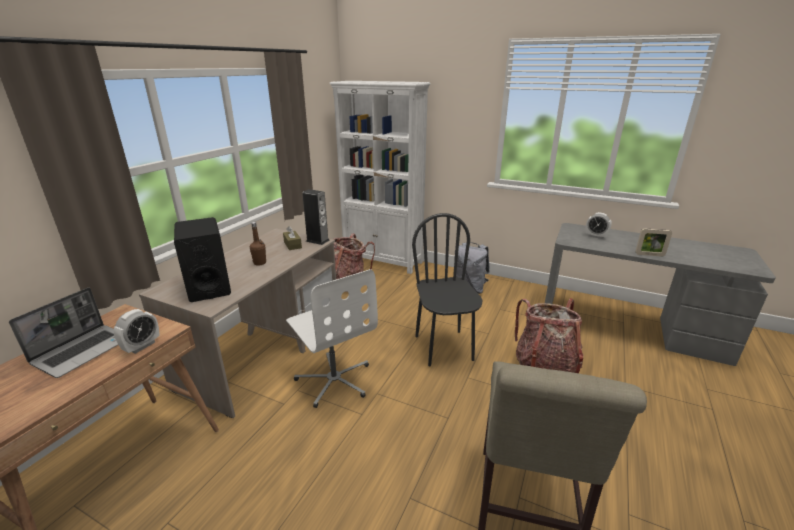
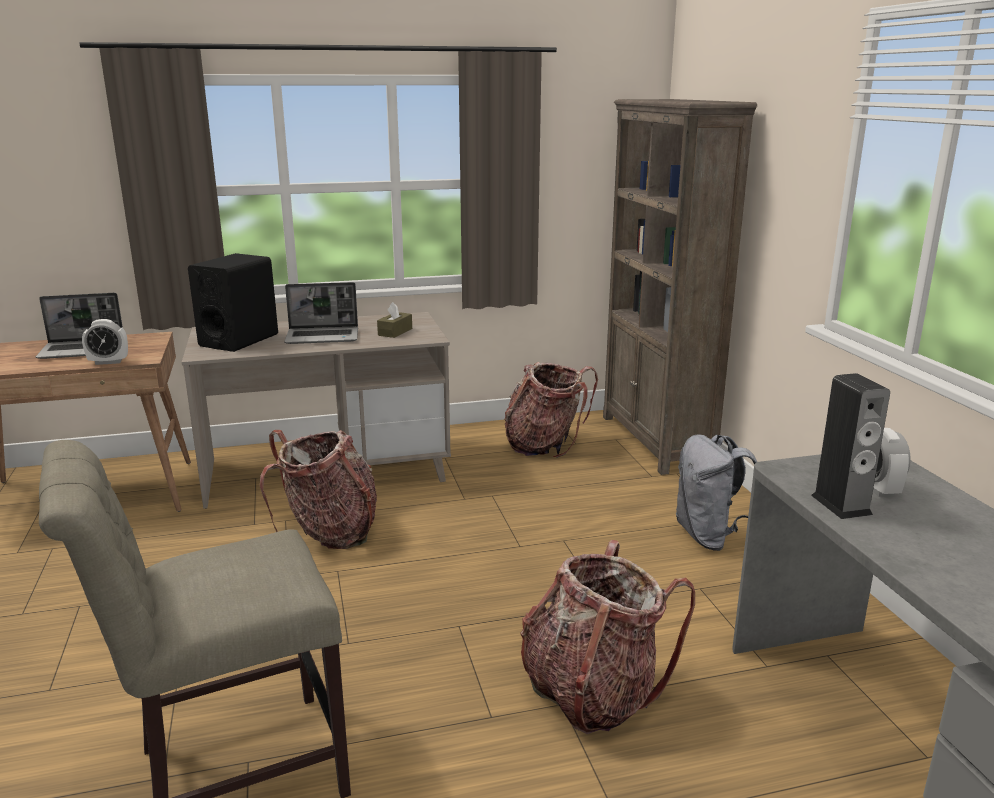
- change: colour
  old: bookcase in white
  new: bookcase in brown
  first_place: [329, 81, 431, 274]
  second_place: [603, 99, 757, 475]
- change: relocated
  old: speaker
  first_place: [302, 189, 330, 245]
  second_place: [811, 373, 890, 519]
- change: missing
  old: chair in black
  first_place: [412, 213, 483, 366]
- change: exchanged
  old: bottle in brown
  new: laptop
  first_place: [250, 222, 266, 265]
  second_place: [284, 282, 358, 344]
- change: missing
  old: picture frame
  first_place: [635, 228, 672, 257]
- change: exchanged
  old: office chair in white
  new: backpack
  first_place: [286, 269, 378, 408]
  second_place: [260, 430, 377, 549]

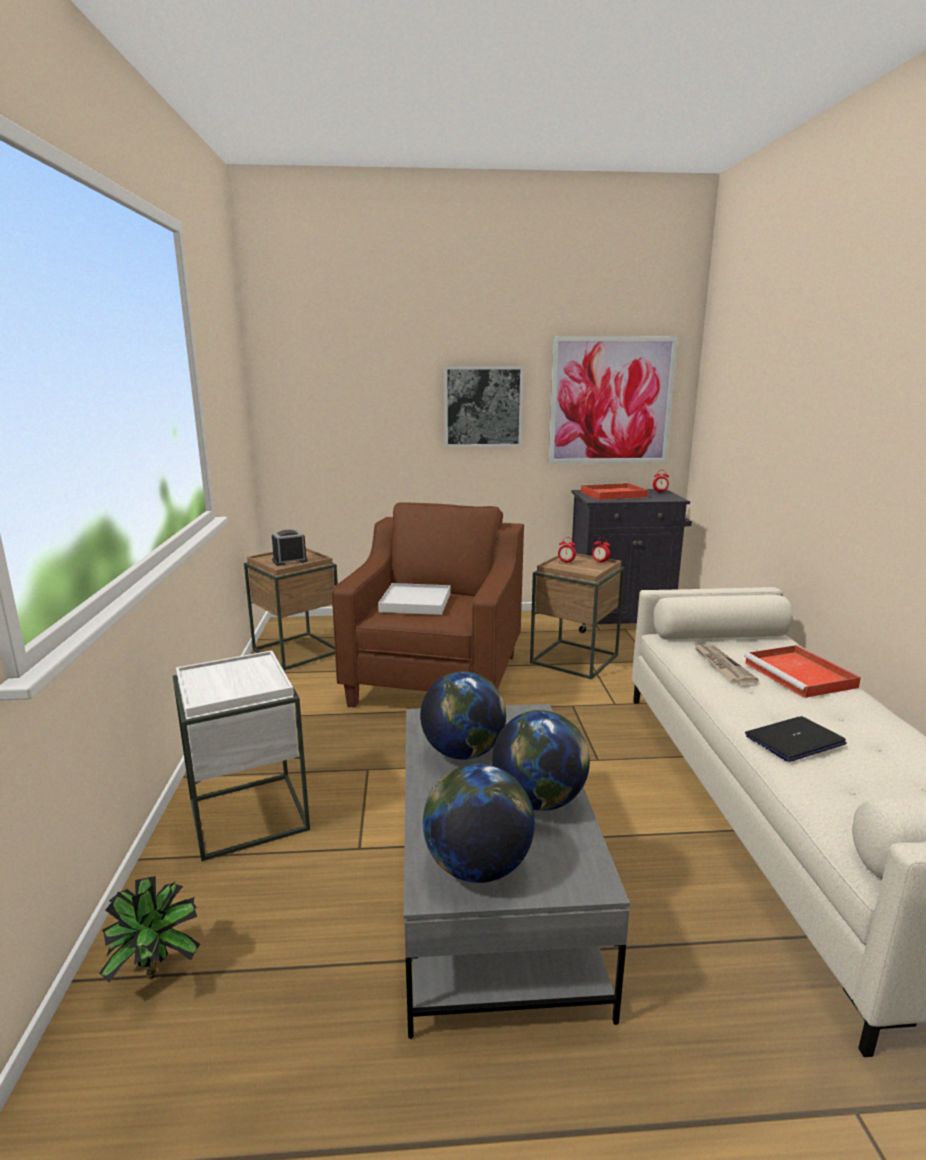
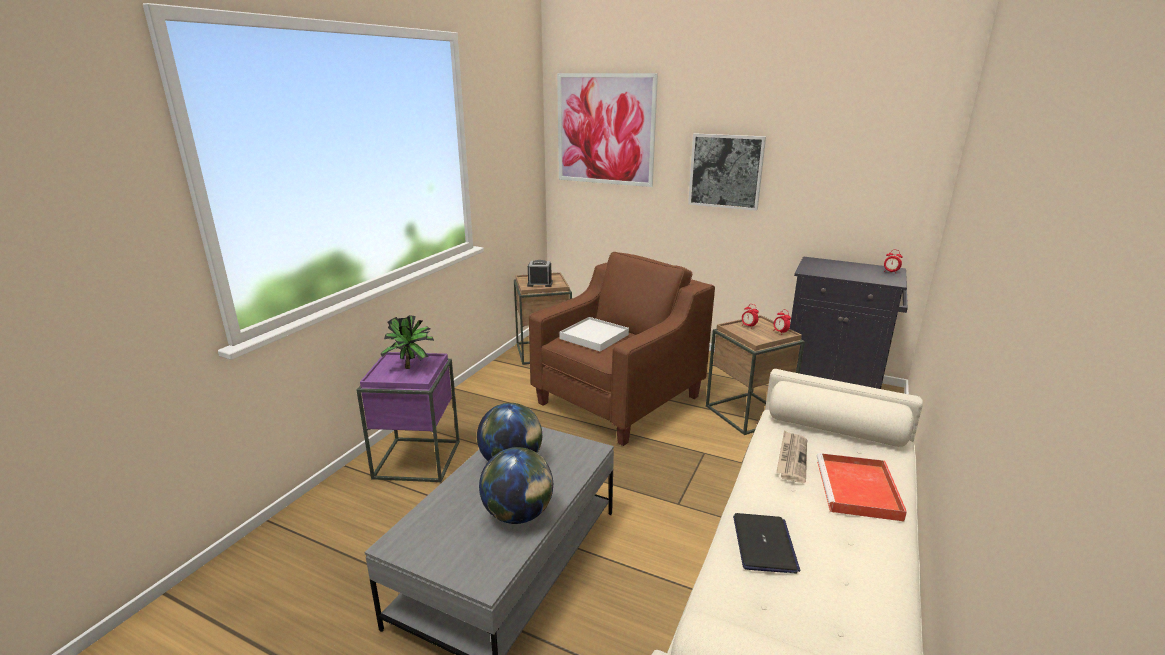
- change: relocated
  old: picture
  first_place: [549, 337, 678, 463]
  second_place: [557, 73, 658, 187]
- change: missing
  old: tray in red
  first_place: [581, 483, 648, 500]
- change: colour
  old: side table in white
  new: side table in purple
  first_place: [173, 650, 310, 861]
  second_place: [357, 352, 460, 482]
- change: spun
  old: laptop
  first_place: [745, 716, 847, 762]
  second_place: [733, 513, 800, 574]
  degrees: 90
- change: missing
  old: globe
  first_place: [423, 764, 535, 883]
- change: relocated
  old: potted plant
  first_place: [99, 876, 200, 983]
  second_place: [380, 315, 434, 369]

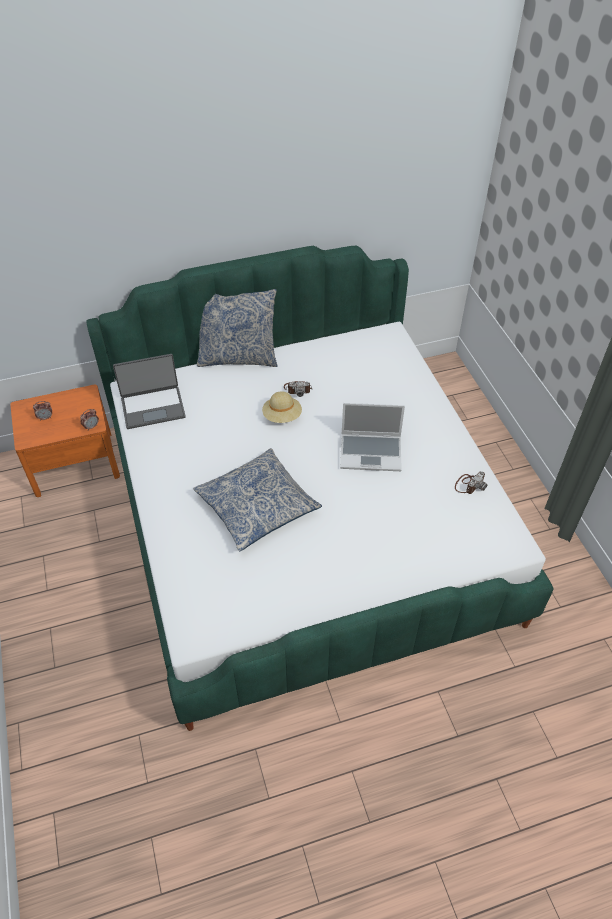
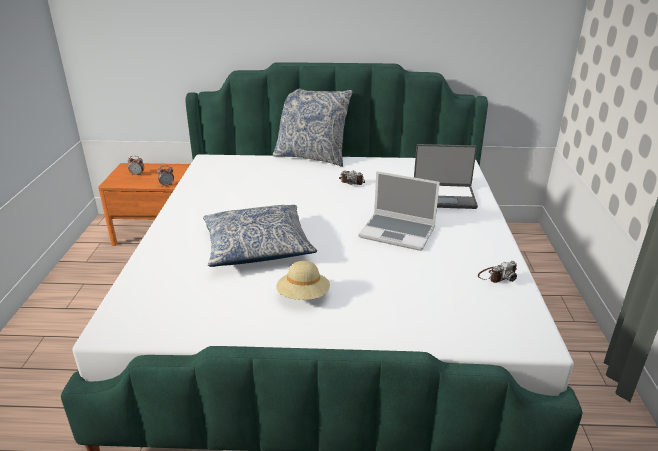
- change: relocated
  old: laptop
  first_place: [113, 354, 186, 429]
  second_place: [414, 144, 478, 209]
- change: relocated
  old: hat in beige
  first_place: [262, 391, 302, 423]
  second_place: [276, 261, 330, 300]

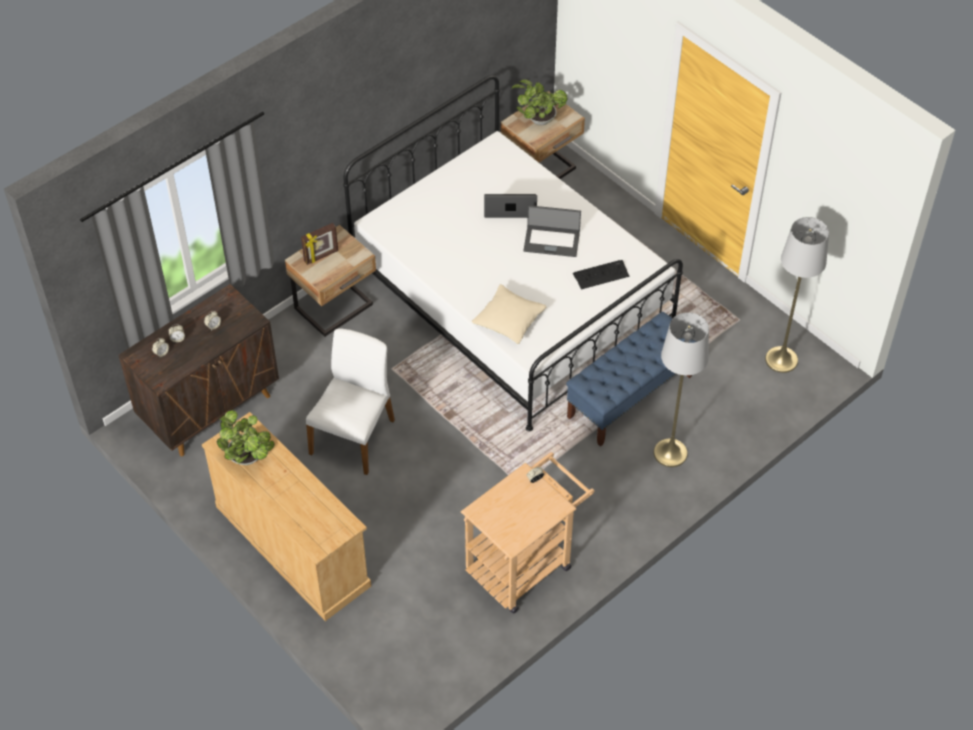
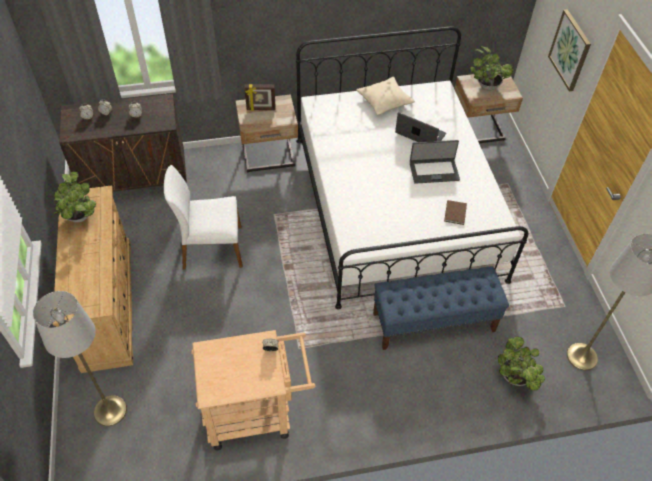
- change: spun
  old: laptop
  first_place: [523, 205, 581, 257]
  second_place: [410, 140, 460, 184]
  degrees: -45
- change: exchanged
  old: keyboard
  new: book in brown
  first_place: [573, 260, 629, 289]
  second_place: [444, 200, 467, 225]
- change: relocated
  old: pillow in beige
  first_place: [472, 284, 546, 344]
  second_place: [356, 77, 415, 115]
- change: relocated
  old: floor lamp in grey
  first_place: [654, 312, 709, 467]
  second_place: [33, 291, 127, 426]
- change: spun
  old: chair in white
  first_place: [306, 328, 395, 475]
  second_place: [164, 165, 243, 269]
  degrees: -150
- change: appeared
  new: picture
  second_place: [548, 9, 591, 91]
- change: appeared
  new: potted plant
  second_place: [498, 336, 545, 391]

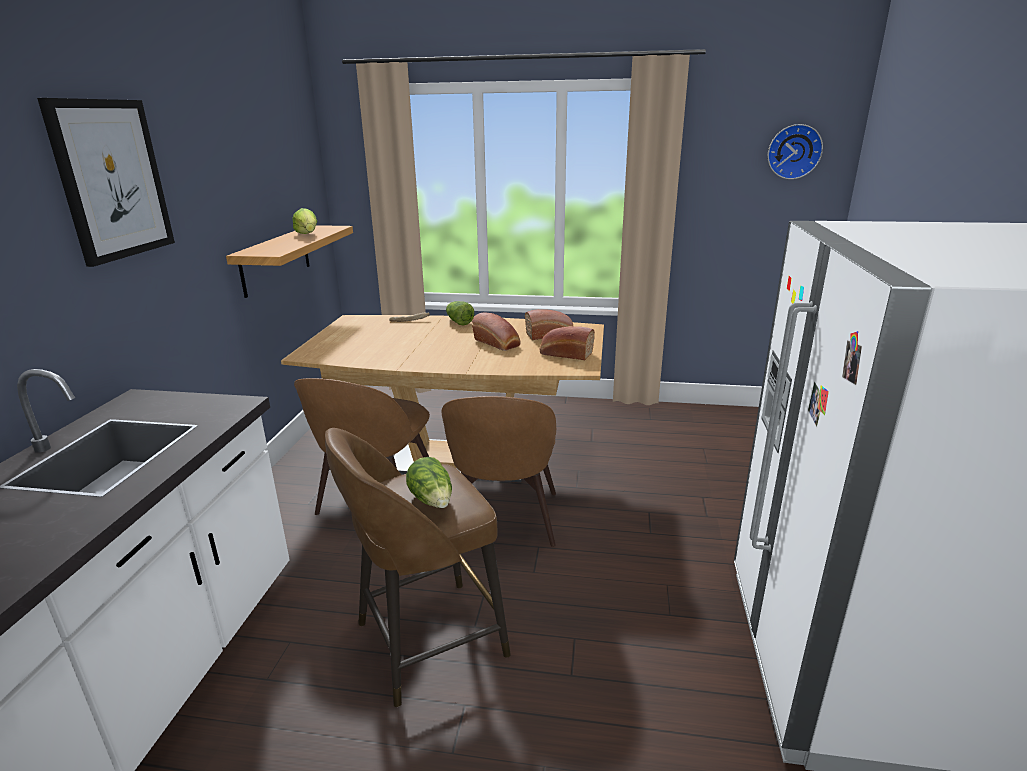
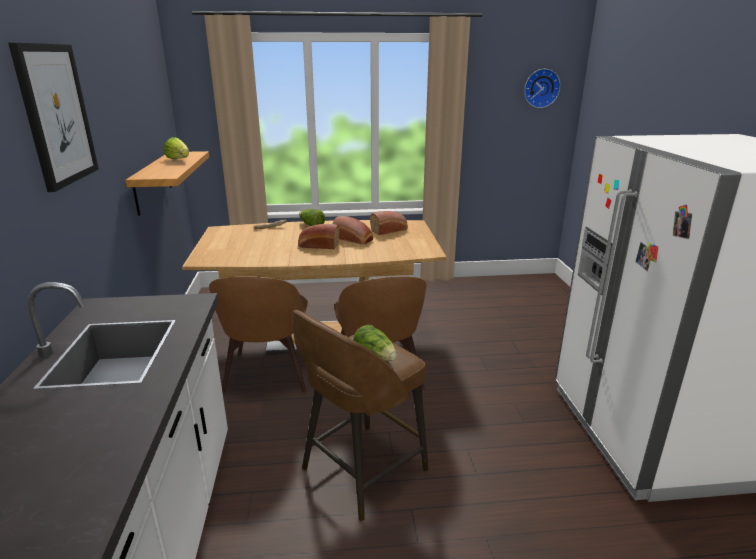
- change: relocated
  old: bread
  first_place: [539, 326, 595, 360]
  second_place: [298, 224, 340, 249]

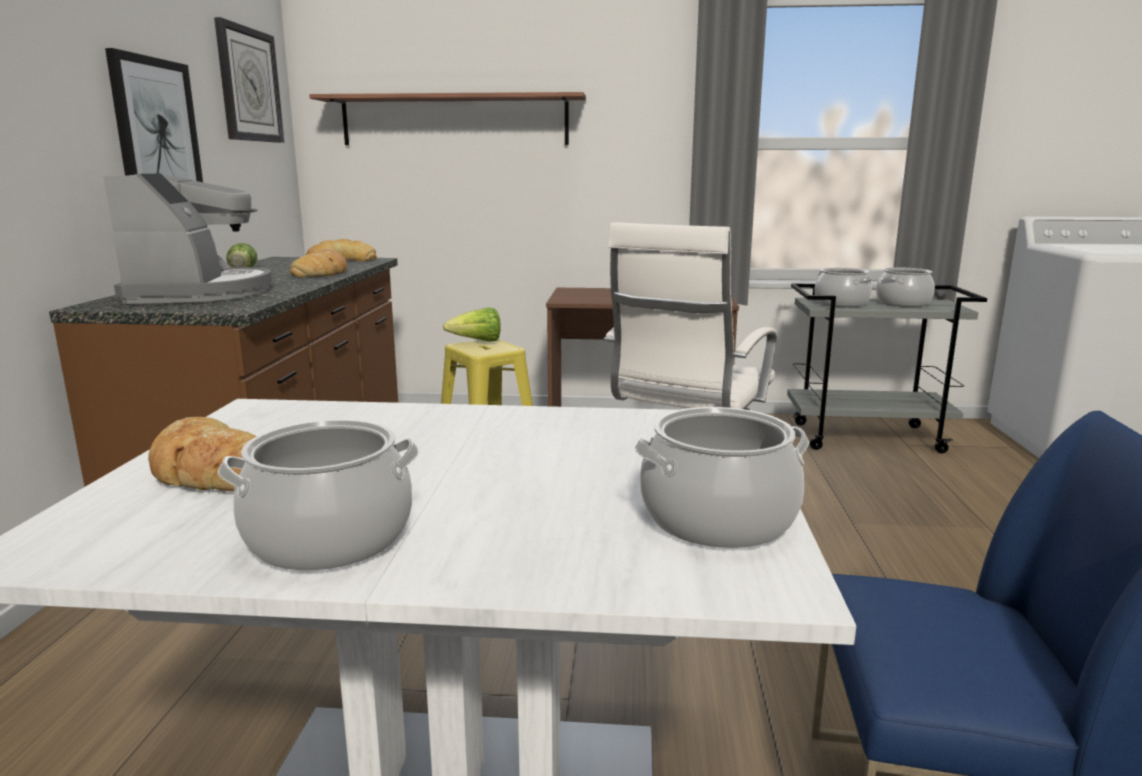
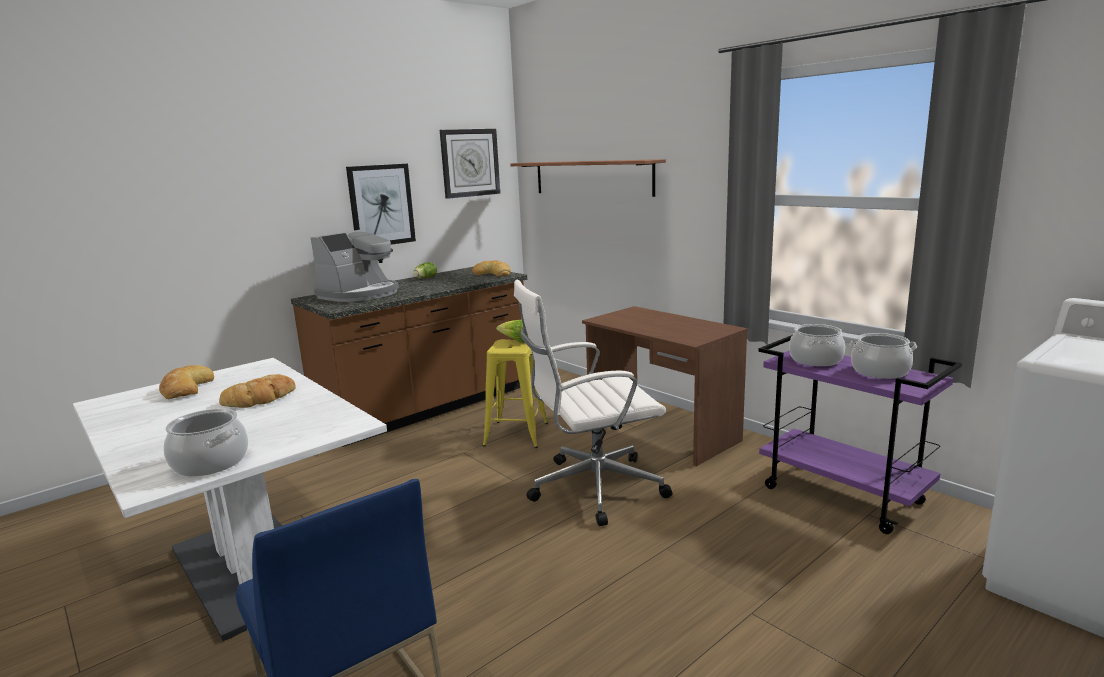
- change: relocated
  old: bread
  first_place: [290, 248, 347, 277]
  second_place: [219, 374, 296, 408]
- change: colour
  old: cart in grey
  new: cart in purple
  first_place: [787, 284, 987, 453]
  second_place: [758, 335, 962, 534]
- change: missing
  old: cooking pot
  first_place: [218, 419, 419, 571]

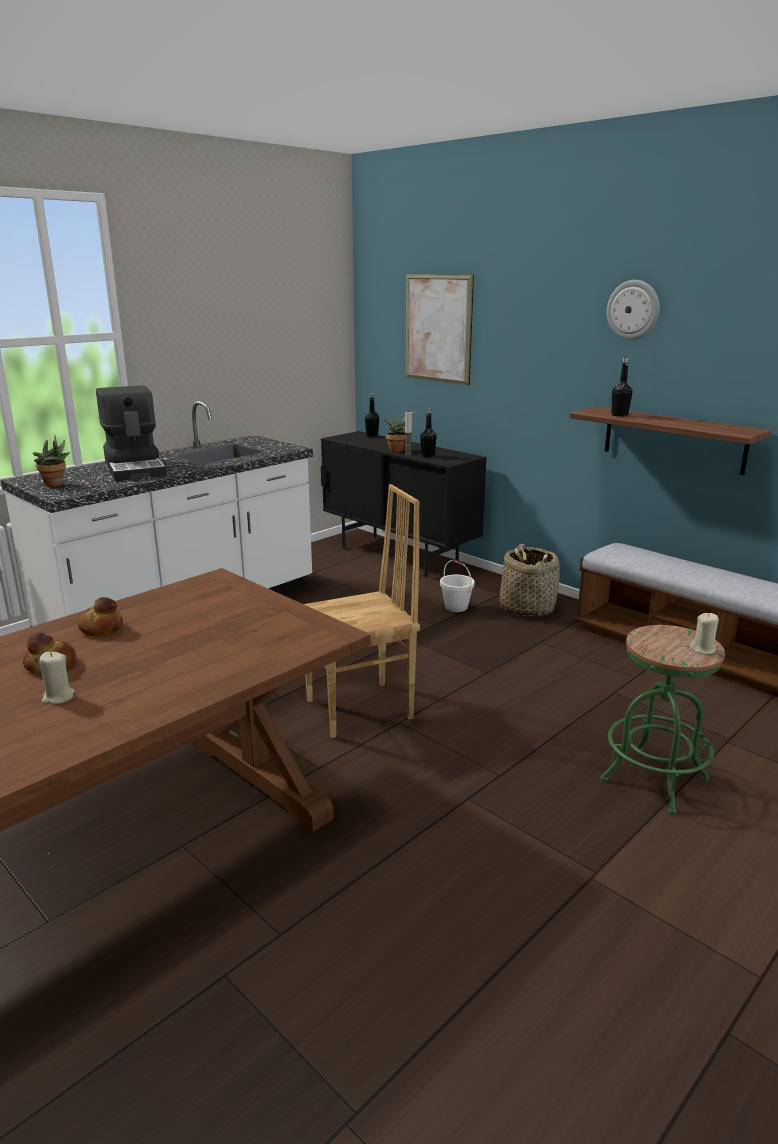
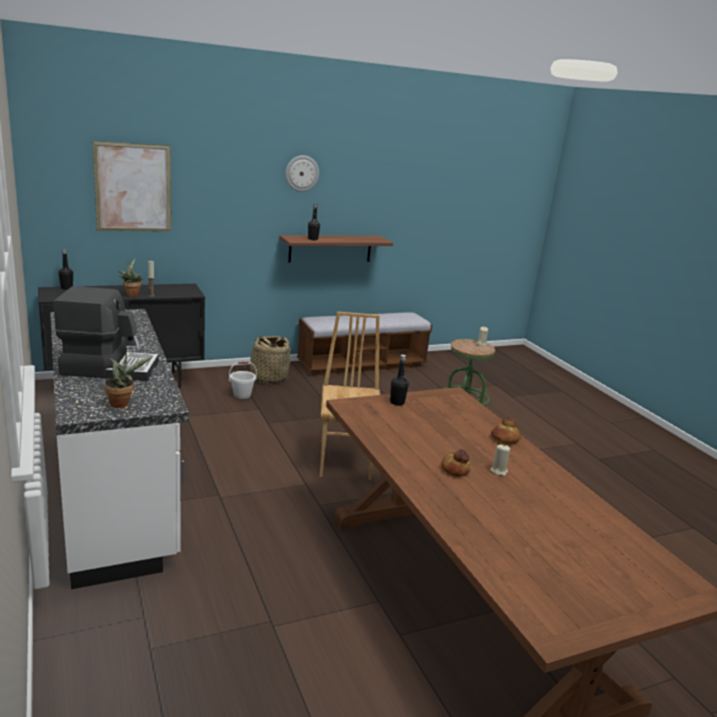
- change: relocated
  old: bottle in black
  first_place: [420, 408, 437, 457]
  second_place: [390, 354, 409, 406]
- change: relocated
  old: bread
  first_place: [78, 597, 123, 637]
  second_place: [491, 417, 521, 444]

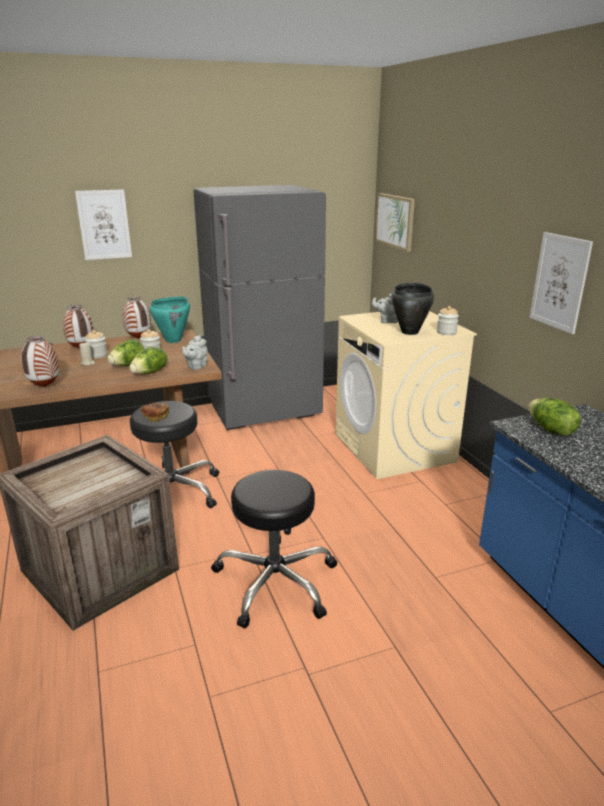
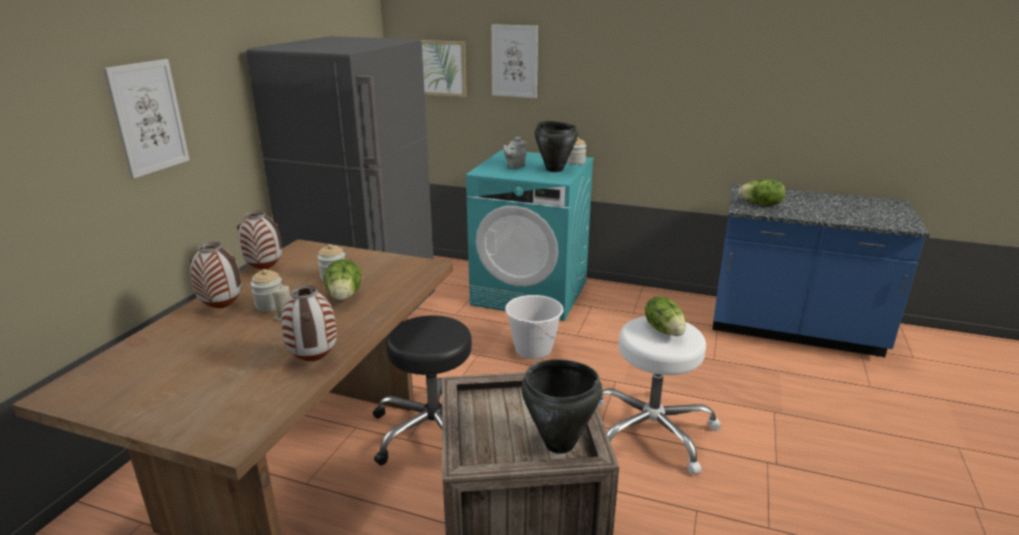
- change: relocated
  old: picture
  first_place: [530, 232, 593, 334]
  second_place: [491, 24, 538, 98]
- change: missing
  old: cooking pot in turquoise
  first_place: [150, 297, 190, 343]
- change: colour
  old: washing machine in beige
  new: washing machine in turquoise
  first_place: [336, 311, 477, 479]
  second_place: [466, 150, 594, 321]
- change: missing
  old: teapot in grey
  first_place: [182, 335, 208, 370]
- change: relocated
  old: lettuce
  first_place: [130, 347, 167, 374]
  second_place: [645, 296, 686, 336]
- change: missing
  old: bread
  first_place: [141, 403, 169, 422]
- change: colour
  old: stool in black
  new: stool in white
  first_place: [211, 470, 337, 629]
  second_place: [597, 316, 721, 475]
- change: appeared
  new: bucket in white
  second_place: [505, 295, 564, 359]
- change: appeared
  new: cooking pot in black
  second_place: [521, 359, 602, 454]

